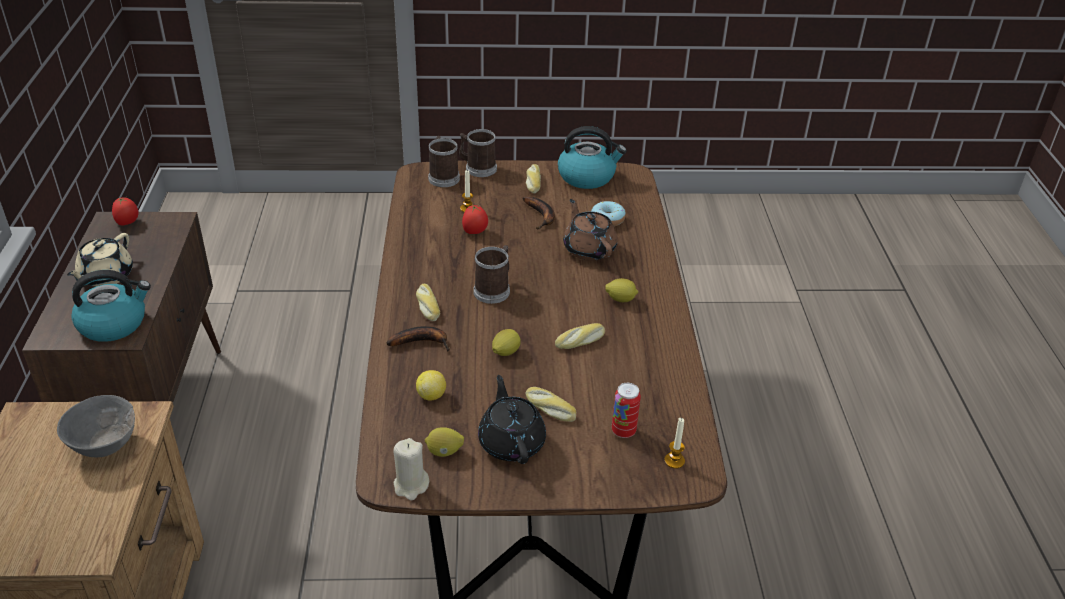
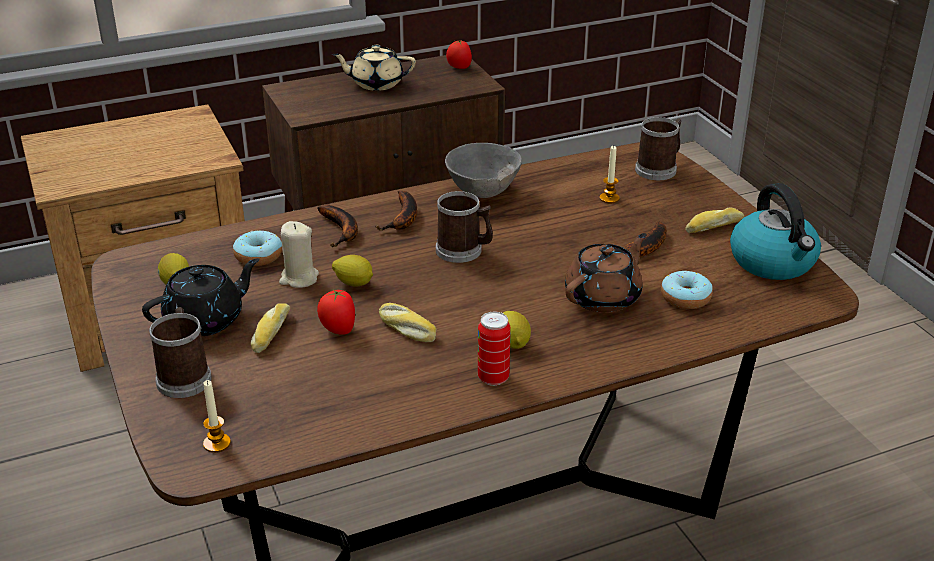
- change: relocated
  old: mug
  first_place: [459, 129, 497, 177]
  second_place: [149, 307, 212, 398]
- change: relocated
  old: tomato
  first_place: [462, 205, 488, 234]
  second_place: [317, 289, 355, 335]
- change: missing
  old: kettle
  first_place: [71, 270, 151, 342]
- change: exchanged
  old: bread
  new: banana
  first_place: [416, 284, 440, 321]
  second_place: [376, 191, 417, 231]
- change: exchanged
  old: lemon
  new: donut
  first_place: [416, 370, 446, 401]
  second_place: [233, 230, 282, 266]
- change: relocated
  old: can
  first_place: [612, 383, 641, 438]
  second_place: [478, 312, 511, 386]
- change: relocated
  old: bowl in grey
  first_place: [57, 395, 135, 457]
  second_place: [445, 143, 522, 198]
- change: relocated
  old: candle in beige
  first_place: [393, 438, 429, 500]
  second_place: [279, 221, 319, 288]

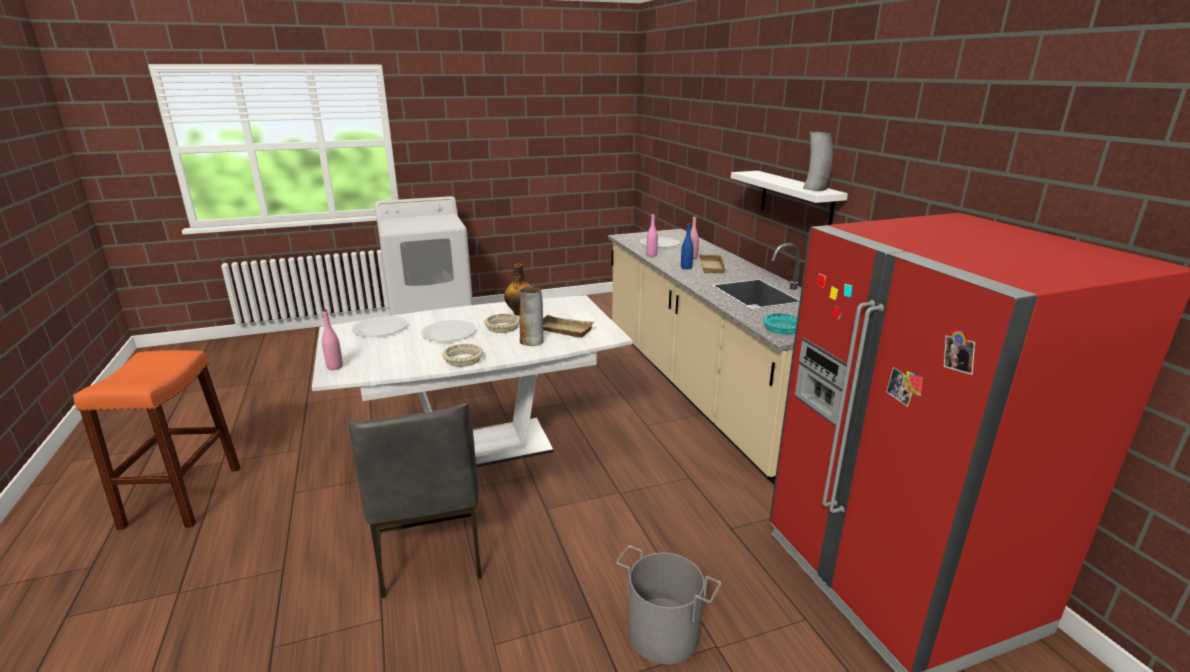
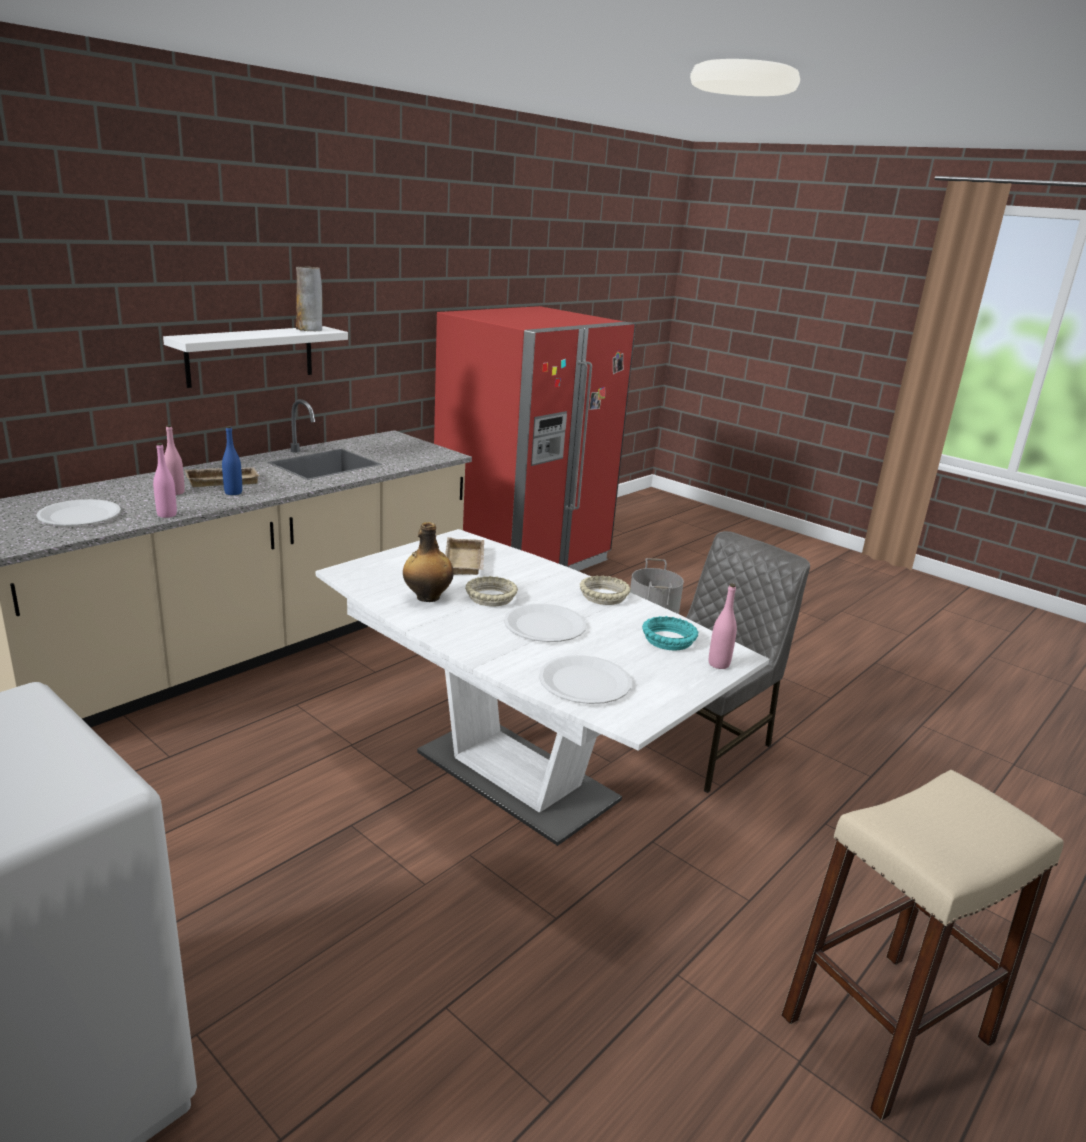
- change: missing
  old: vase
  first_place: [519, 287, 544, 346]
- change: relocated
  old: bowl in turquoise
  first_place: [763, 313, 797, 335]
  second_place: [642, 616, 698, 650]
- change: colour
  old: stool in orange
  new: stool in beige
  first_place: [73, 350, 241, 530]
  second_place: [781, 770, 1064, 1121]

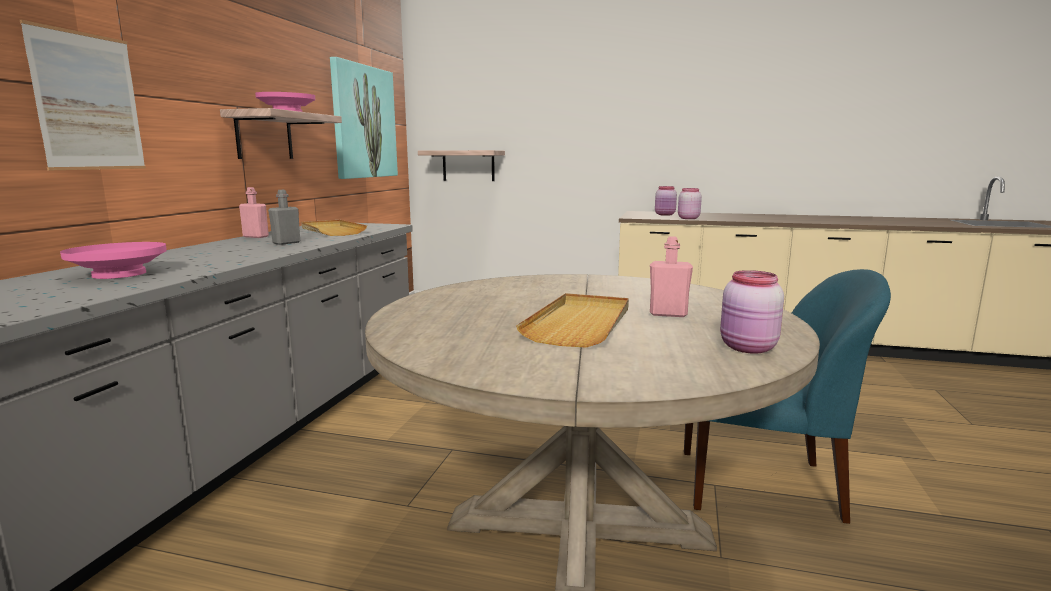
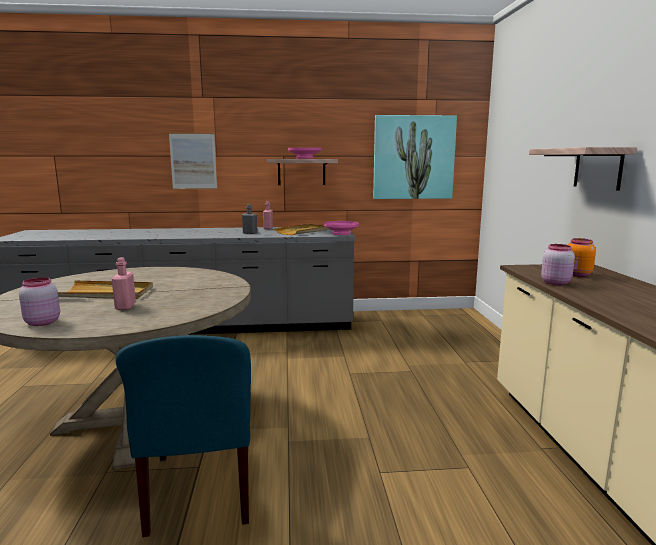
- change: relocated
  old: shelf
  first_place: [418, 150, 505, 181]
  second_place: [529, 147, 637, 191]
- change: colour
  old: jar in pink
  new: jar in orange
  first_place: [655, 186, 677, 216]
  second_place: [568, 238, 596, 277]
- change: relocated
  old: bowl in pink
  first_place: [60, 242, 167, 279]
  second_place: [324, 221, 359, 235]

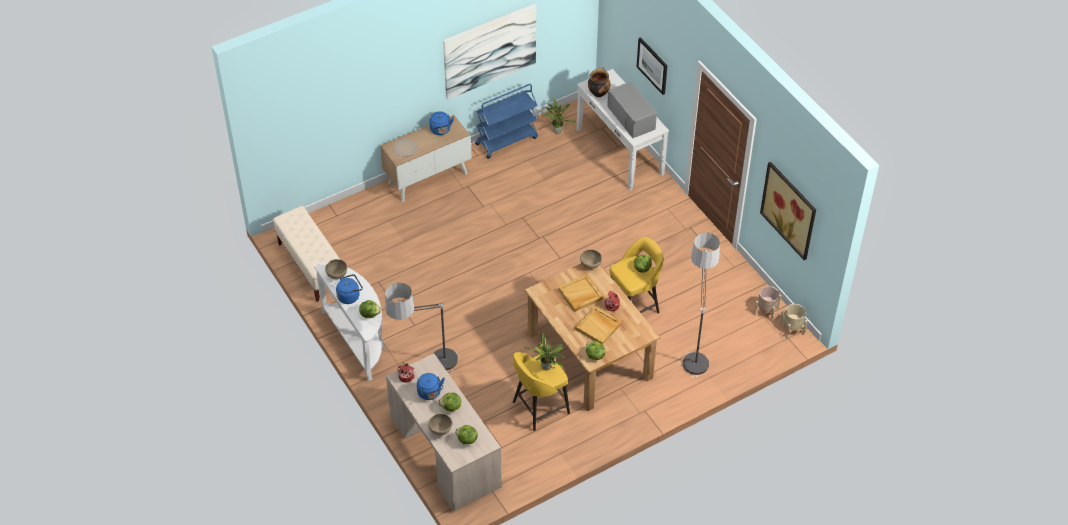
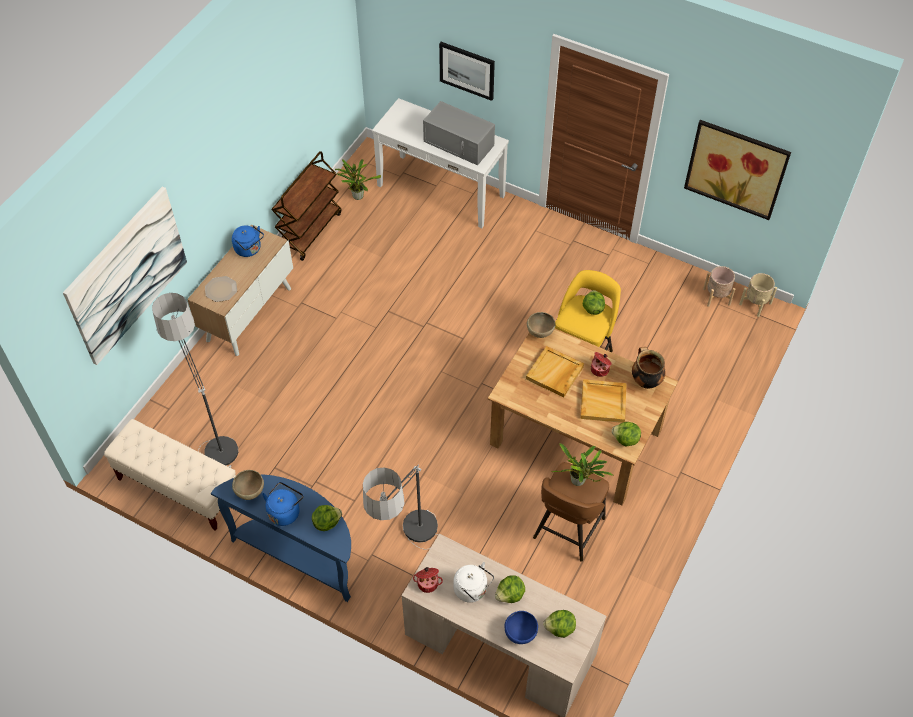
- change: relocated
  old: picture
  first_place: [443, 4, 536, 100]
  second_place: [63, 186, 187, 365]
- change: relocated
  old: cooking pot
  first_place: [588, 67, 611, 97]
  second_place: [632, 347, 666, 389]
- change: colour
  old: cart in blue
  new: cart in brown
  first_place: [475, 84, 538, 159]
  second_place: [271, 151, 341, 261]
- change: relocated
  old: floor lamp
  first_place: [678, 233, 720, 377]
  second_place: [152, 293, 238, 468]
- change: colour
  old: console table in white
  new: console table in blue
  first_place: [314, 263, 385, 381]
  second_place: [211, 474, 351, 602]
- change: colour
  old: stool in yellow
  new: stool in brown
  first_place: [513, 352, 570, 431]
  second_place: [533, 462, 609, 562]
- change: colour
  old: kettle in blue
  new: kettle in white
  first_place: [417, 373, 445, 400]
  second_place: [453, 562, 494, 603]
- change: colour
  old: bowl in brown
  new: bowl in blue
  first_place: [428, 414, 452, 435]
  second_place: [505, 611, 538, 644]

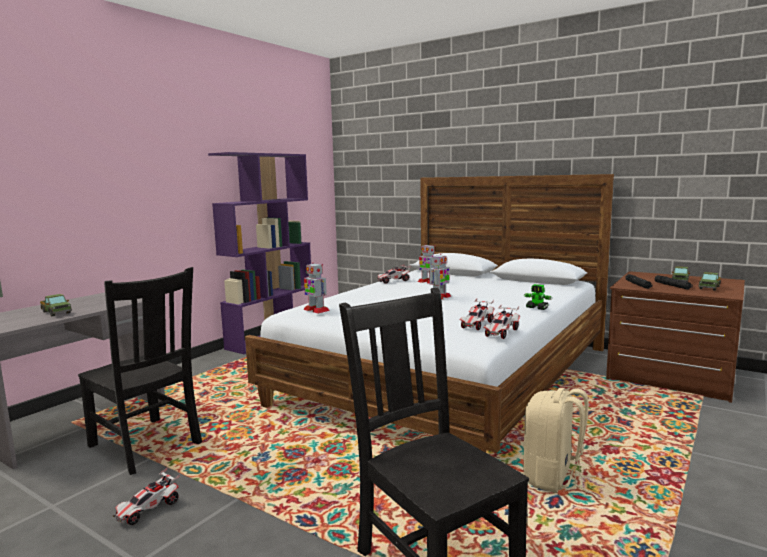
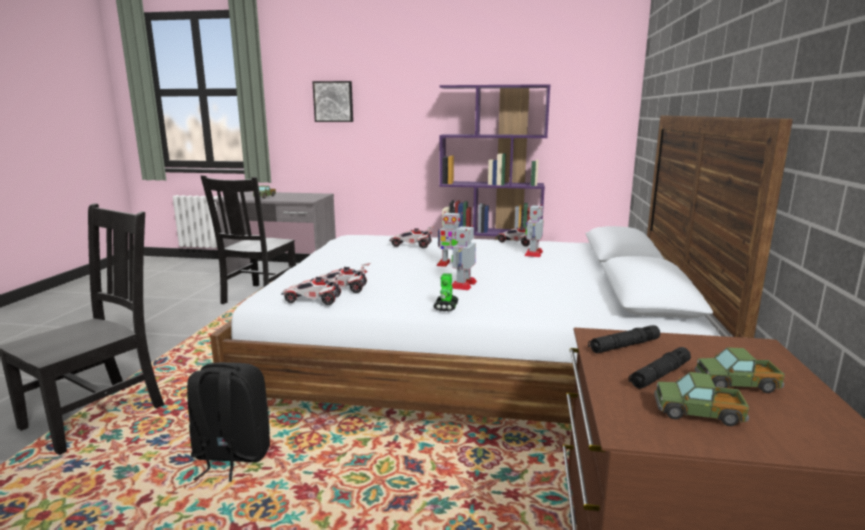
- change: relocated
  old: toy robot
  first_place: [303, 263, 330, 314]
  second_place: [452, 225, 477, 290]
- change: colour
  old: backpack in beige
  new: backpack in black
  first_place: [523, 388, 596, 493]
  second_place: [187, 362, 270, 482]
- change: relocated
  old: toy car
  first_place: [113, 468, 180, 525]
  second_place: [389, 226, 435, 248]
- change: appeared
  new: picture
  second_place: [312, 81, 353, 122]

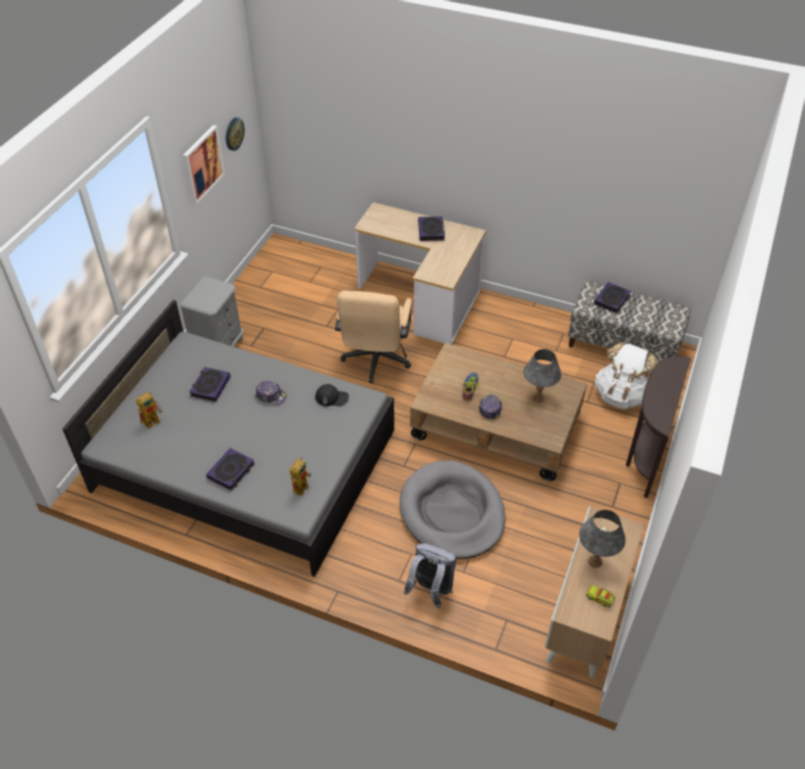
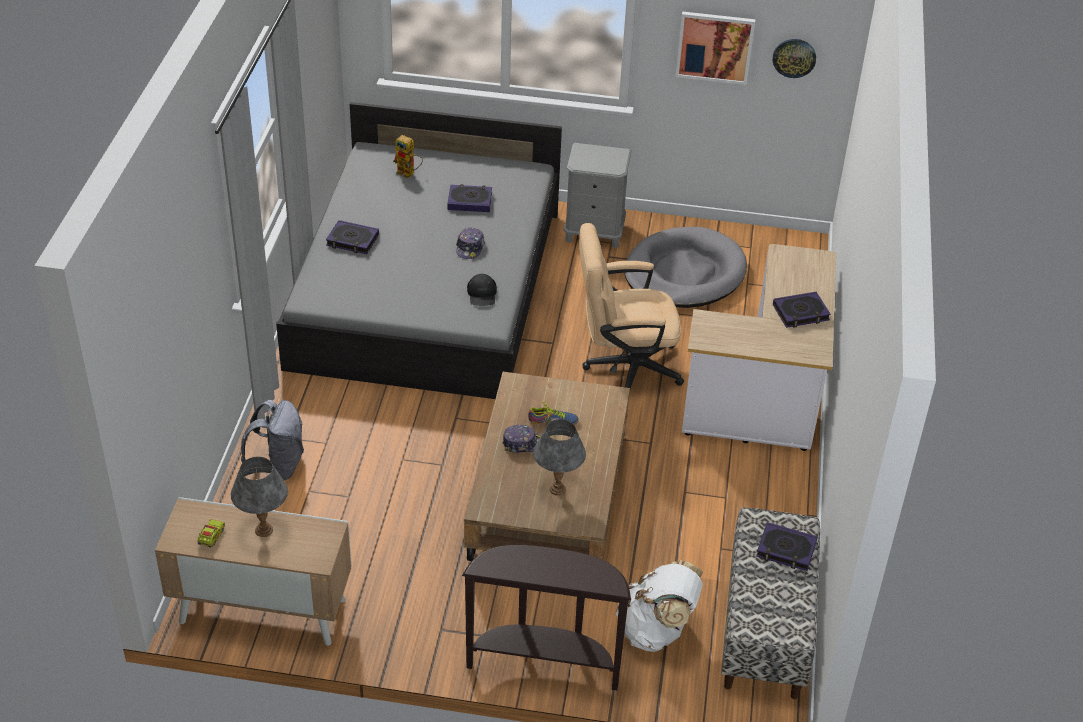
- change: missing
  old: toy robot
  first_place: [290, 457, 312, 496]
- change: relocated
  old: dog bed in grey
  first_place: [400, 460, 506, 559]
  second_place: [625, 227, 747, 308]

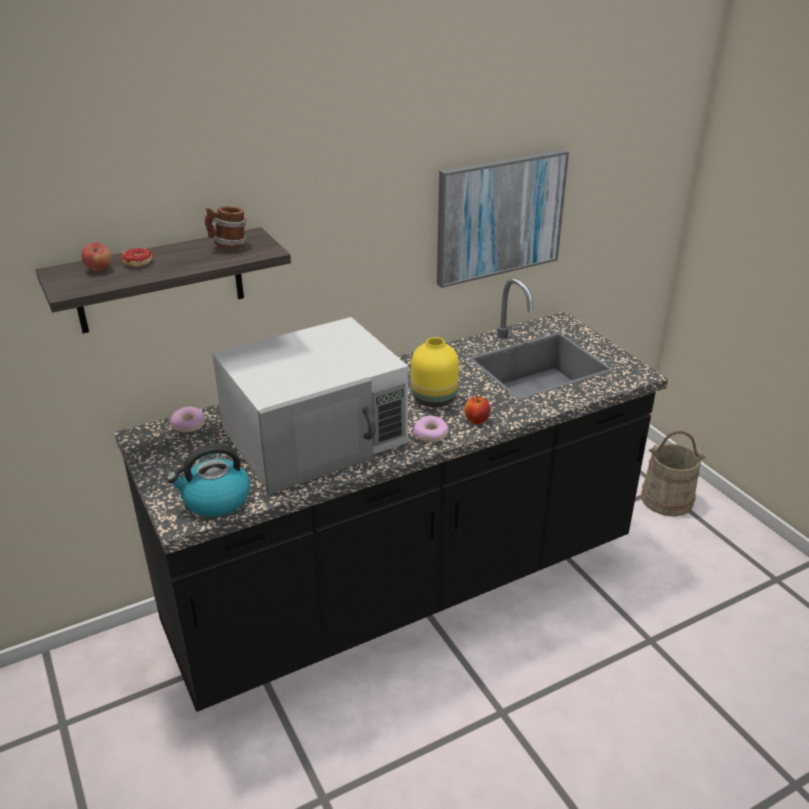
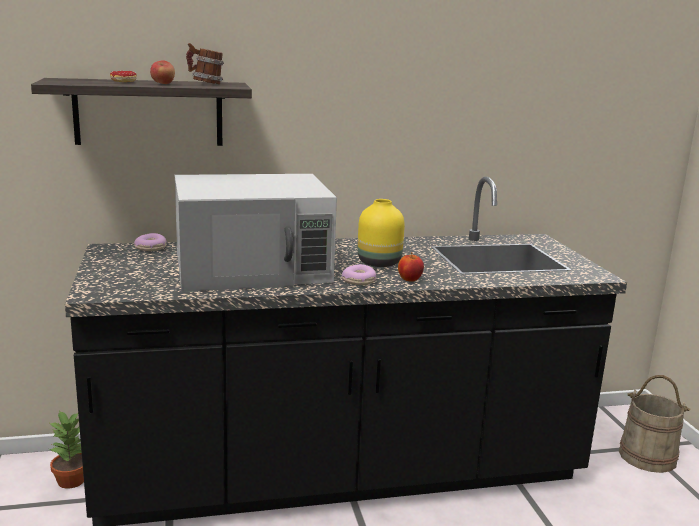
- change: missing
  old: picture
  first_place: [437, 149, 569, 288]
- change: relocated
  old: apple
  first_place: [82, 242, 111, 271]
  second_place: [150, 60, 175, 84]
- change: missing
  old: kettle
  first_place: [167, 444, 250, 517]
- change: appeared
  new: potted plant
  second_place: [50, 410, 84, 489]

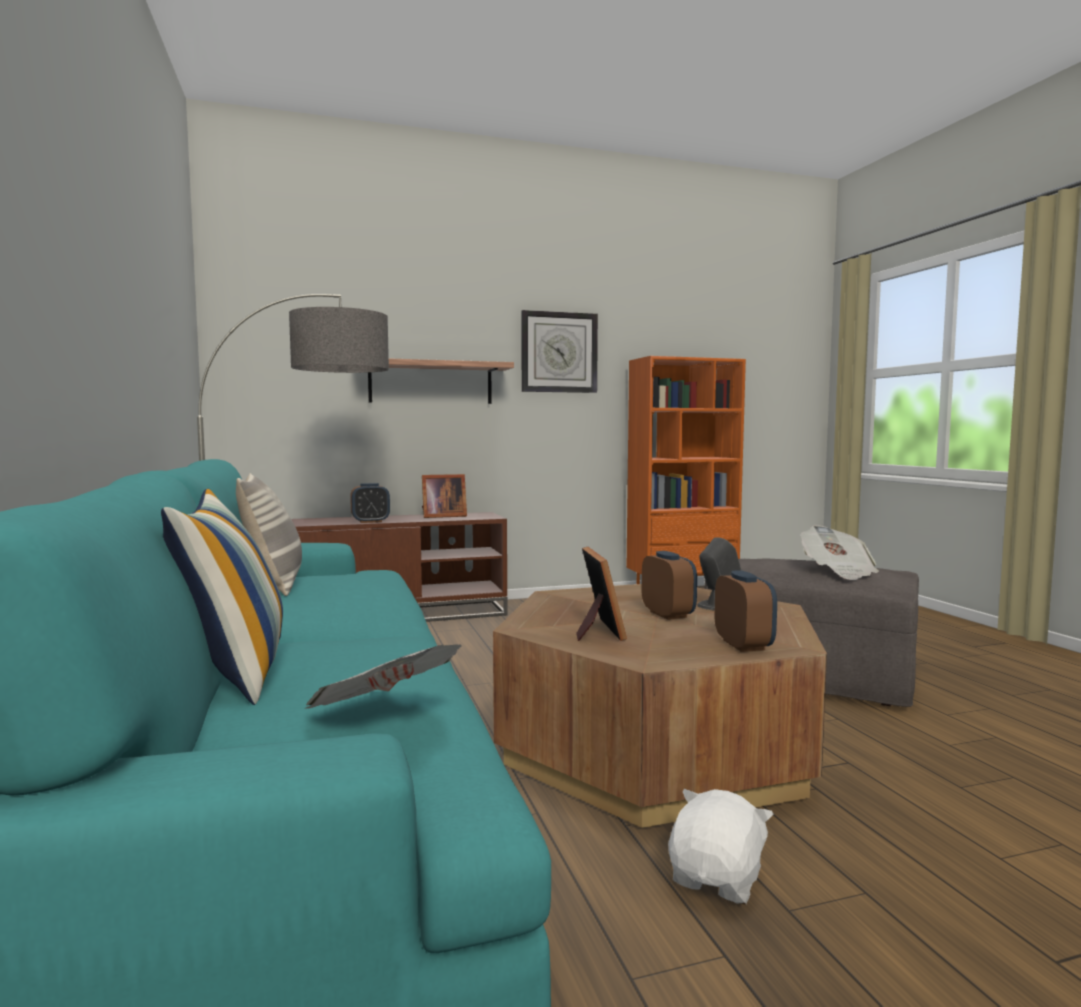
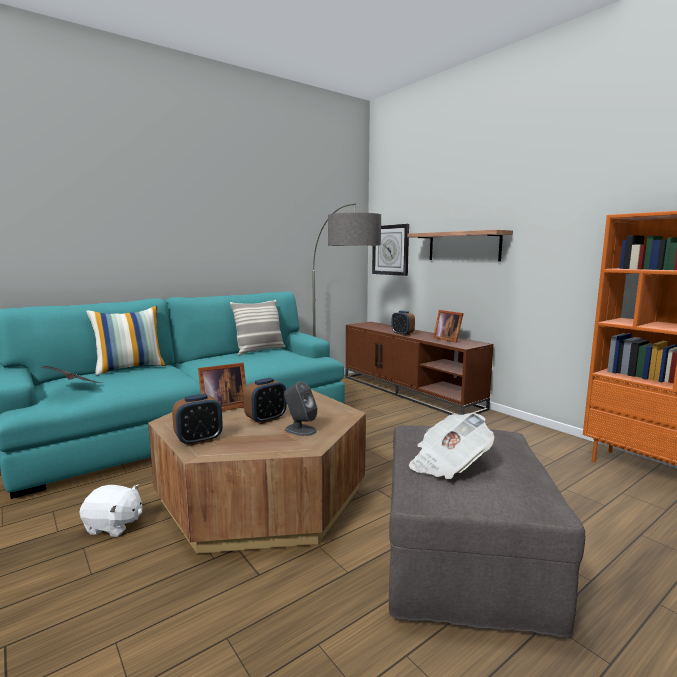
- change: relocated
  old: wall clock
  first_place: [521, 310, 598, 393]
  second_place: [372, 224, 409, 276]

